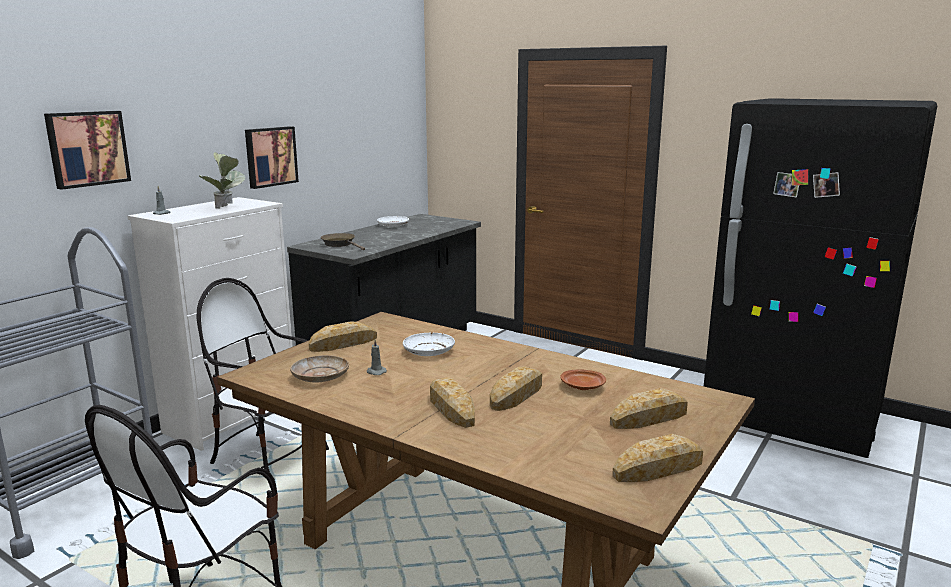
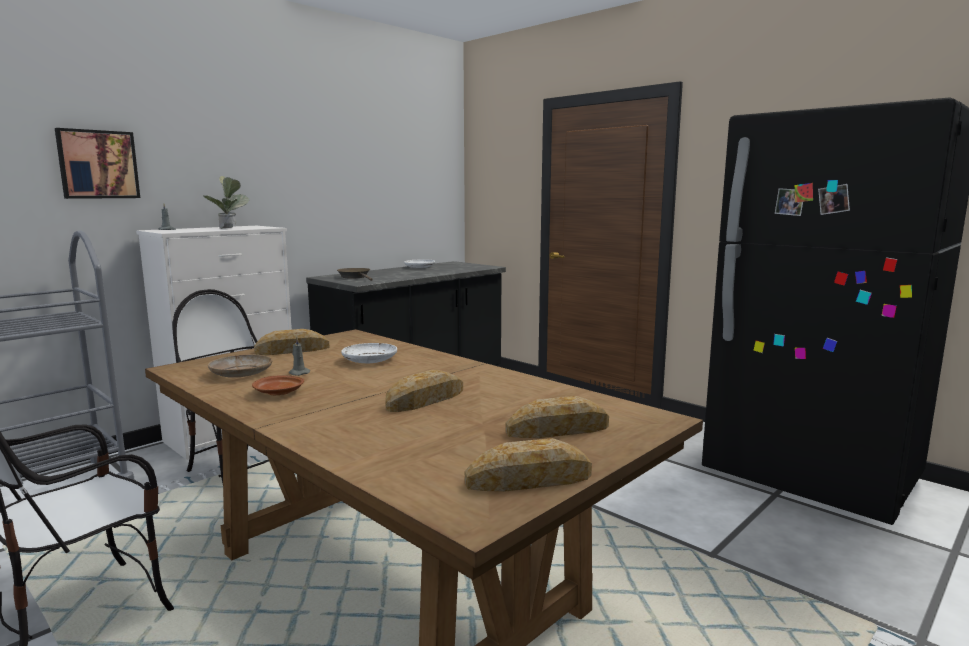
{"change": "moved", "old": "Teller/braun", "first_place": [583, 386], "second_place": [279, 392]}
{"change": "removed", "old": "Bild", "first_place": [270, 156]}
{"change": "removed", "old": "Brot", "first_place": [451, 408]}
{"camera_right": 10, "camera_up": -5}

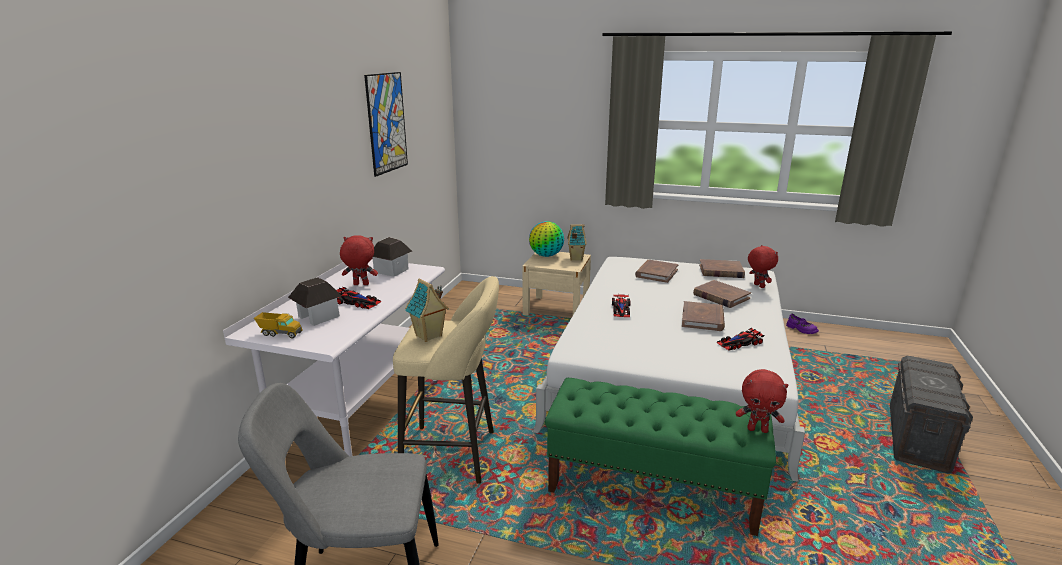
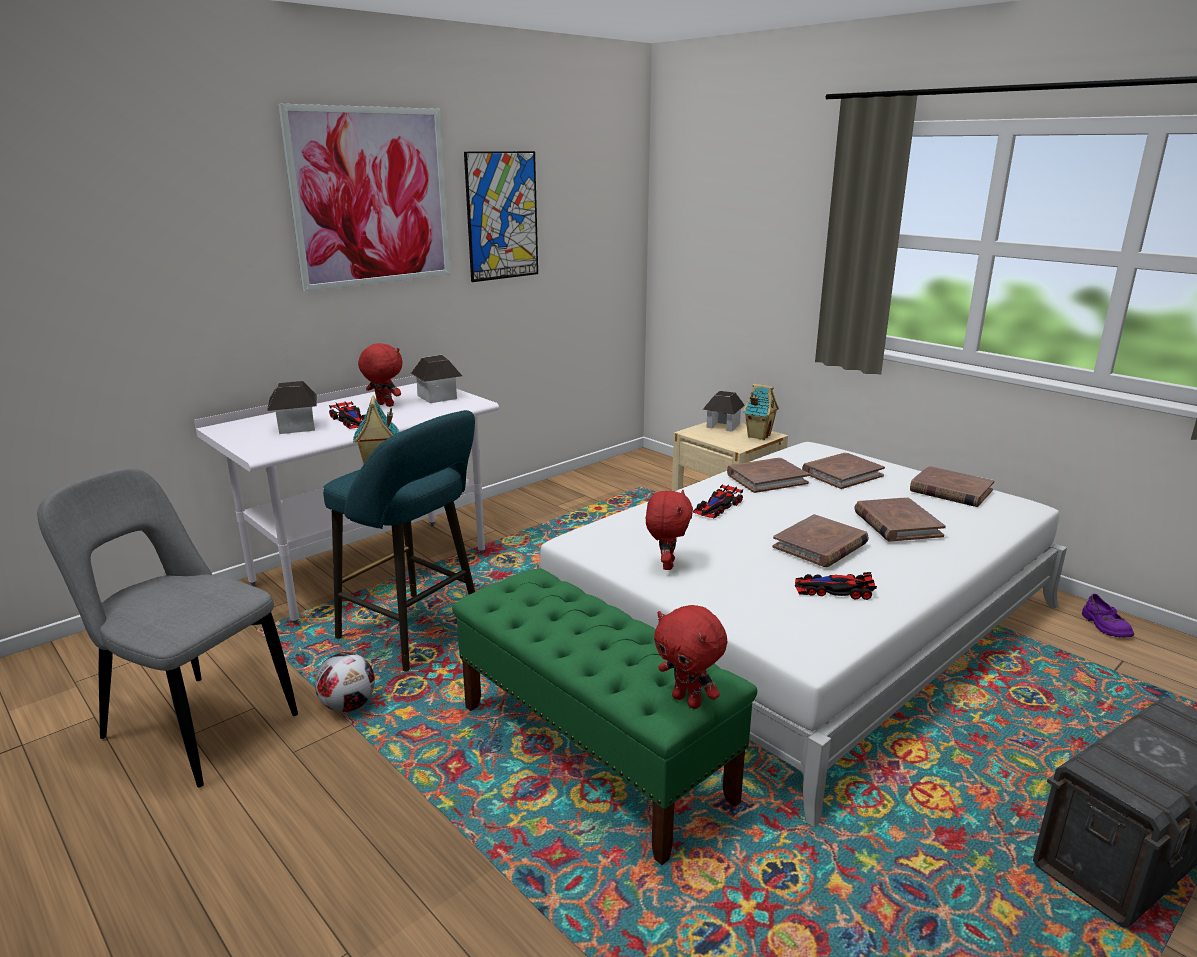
{"change": "added", "new": "Bild", "second_place": [371, 197]}
{"change": "added", "new": "Fußball", "second_place": [349, 705]}
{"change": "recoloured", "old": "Hocker/beige", "new": "Hocker/türkis", "first_place": [455, 454], "second_place": [416, 634]}
{"change": "moved", "old": "Plüschtier/rot", "first_place": [758, 286], "second_place": [666, 564]}
{"change": "replaced", "old": "Globus", "new": "Spielzeughaus", "first_place": [546, 255], "second_place": [722, 426]}
{"change": "added", "new": "Buch/braun", "second_place": [766, 478]}
{"change": "removed", "old": "Spielzeuglaster", "first_place": [280, 334]}
{"camera_right": 30, "camera_up": 0}

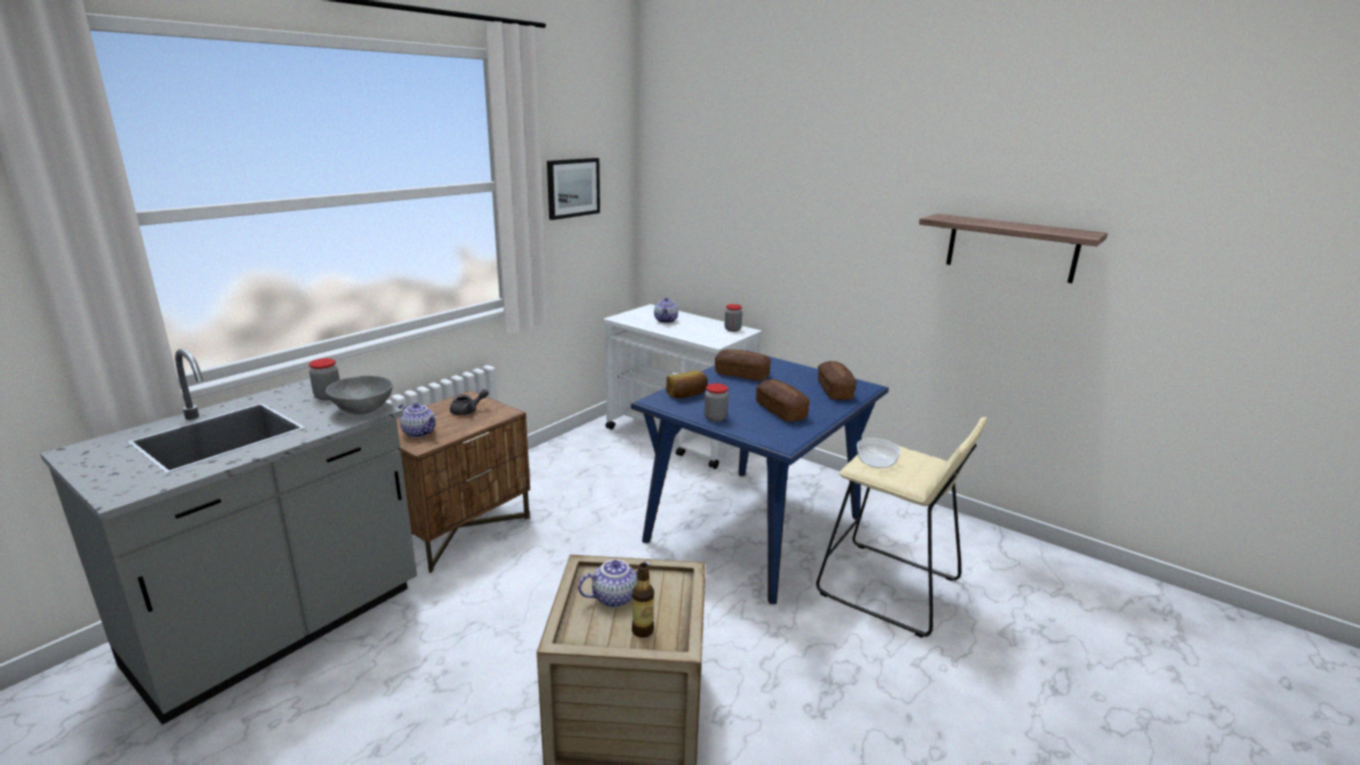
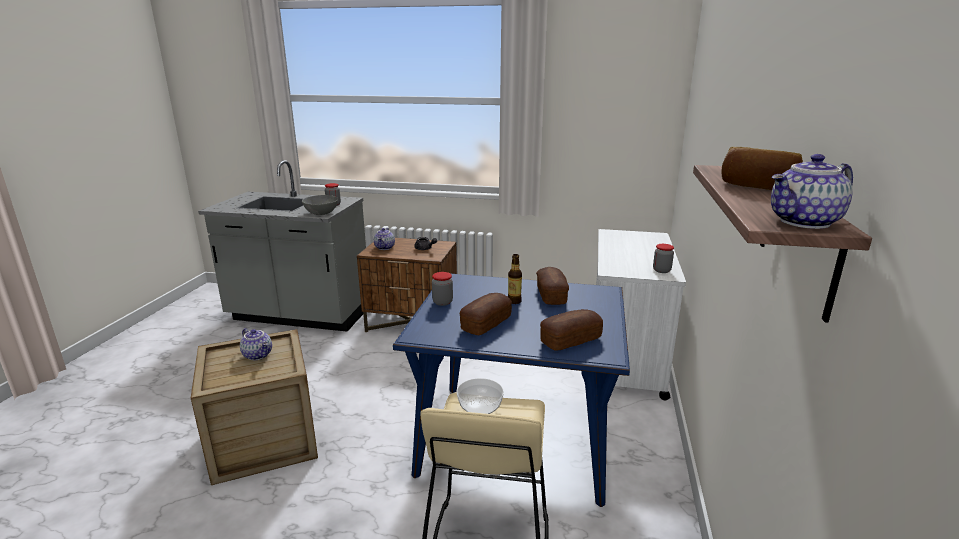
{"change": "moved", "old": "Flasche", "first_place": [642, 630], "second_place": [514, 301]}
{"change": "moved", "old": "Brot", "first_place": [687, 394], "second_place": [757, 187]}
{"change": "moved", "old": "Teekanne", "first_place": [666, 321], "second_place": [805, 222]}
{"change": "removed", "old": "Bild", "first_place": [573, 188]}
{"camera_right": 65, "camera_up": 0}

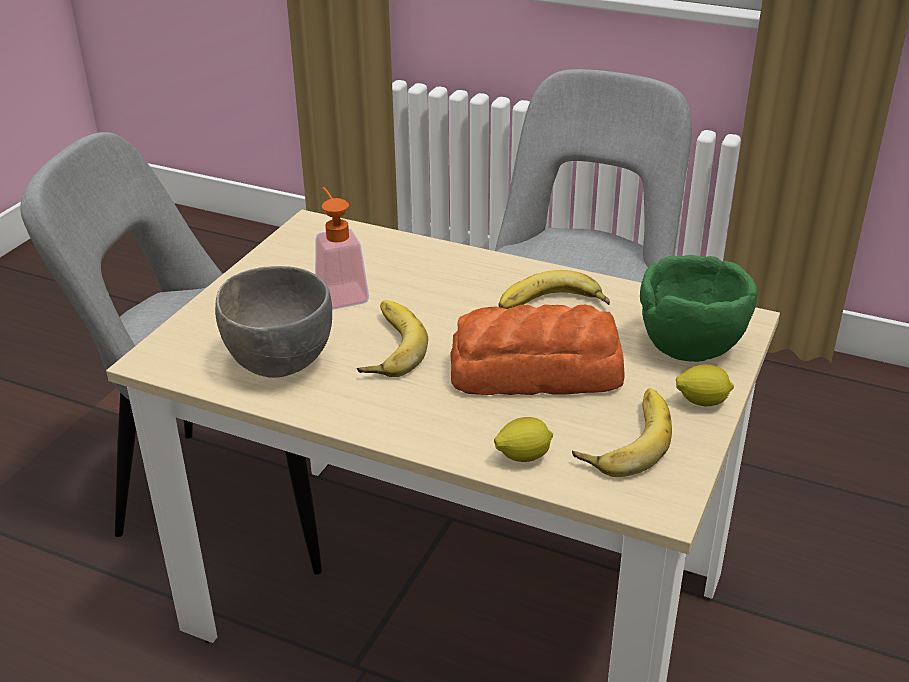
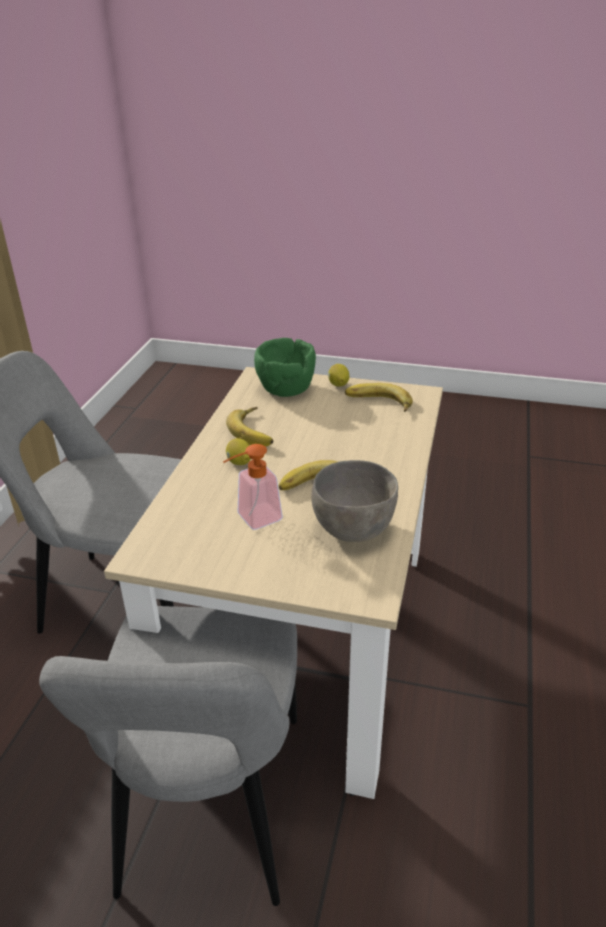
{"change": "moved", "old": "Zitrone", "first_place": [523, 456], "second_place": [239, 463]}
{"change": "removed", "old": "Brot", "first_place": [538, 372]}
{"camera_right": -100, "camera_up": 0}

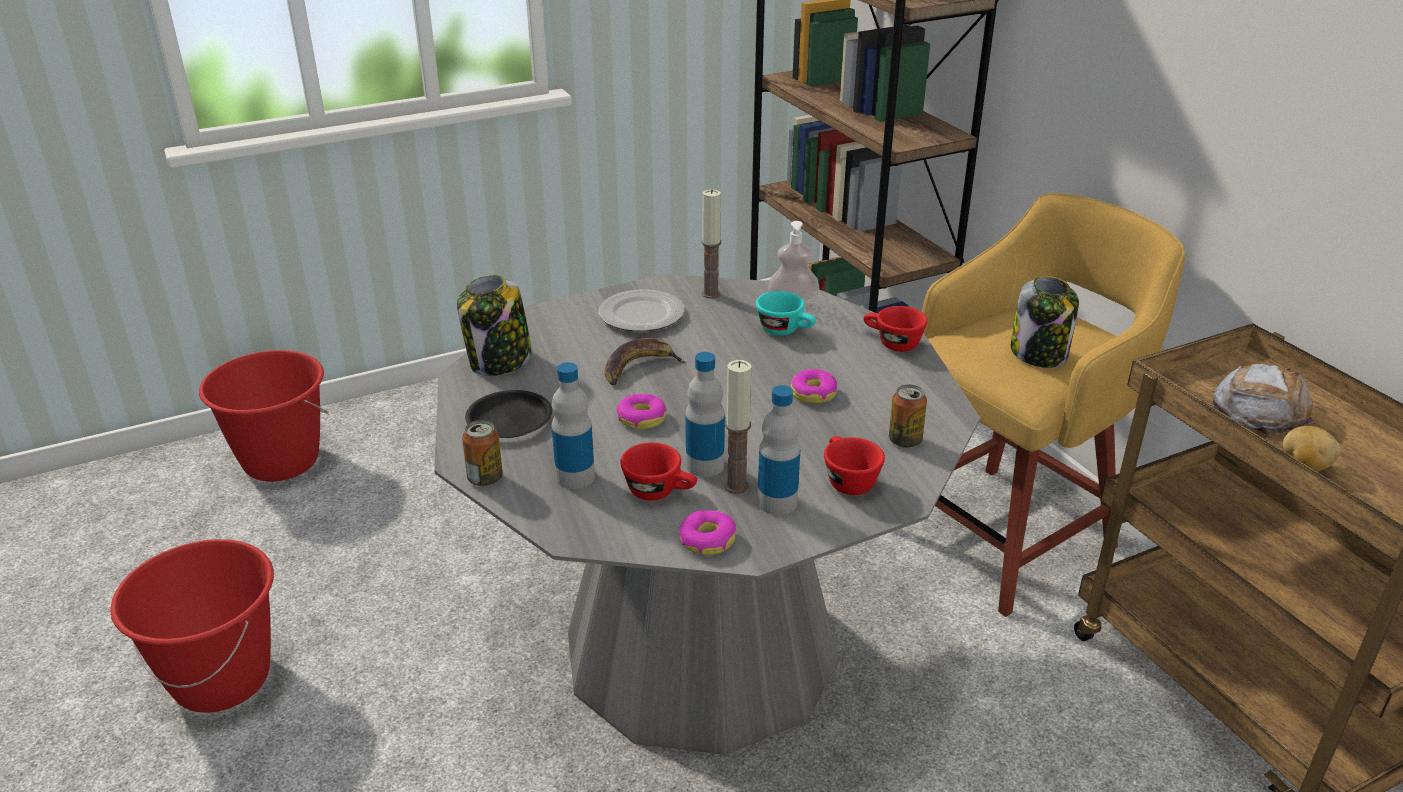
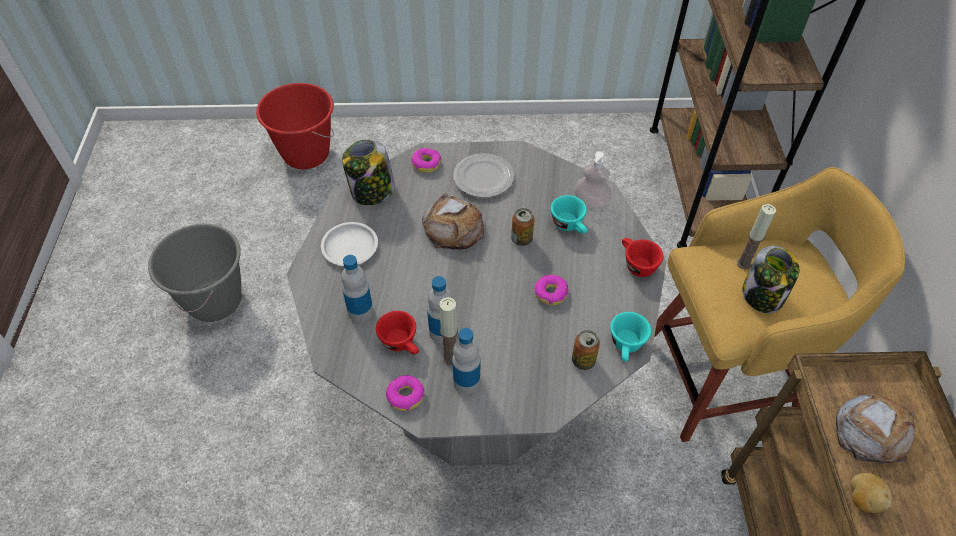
{"change": "recoloured", "old": "Eimer/rot", "new": "Eimer/grau", "first_place": [222, 679], "second_place": [215, 301]}
{"change": "recoloured", "old": "Teller/schwarz", "new": "Teller/weiß", "first_place": [510, 420], "second_place": [350, 247]}
{"change": "moved", "old": "Donut", "first_place": [641, 418], "second_place": [426, 164]}
{"change": "replaced", "old": "Banane", "new": "Brot", "first_place": [639, 367], "second_place": [453, 227]}
{"change": "moved", "old": "Dose", "first_place": [485, 478], "second_place": [521, 239]}
{"change": "added", "new": "Tasse/türkis", "second_place": [626, 347]}
{"change": "moved", "old": "Kerze", "first_place": [711, 294], "second_place": [744, 263]}
{"change": "removed", "old": "Tasse/rot", "first_place": [846, 480]}
{"camera_right": 25, "camera_up": 20}

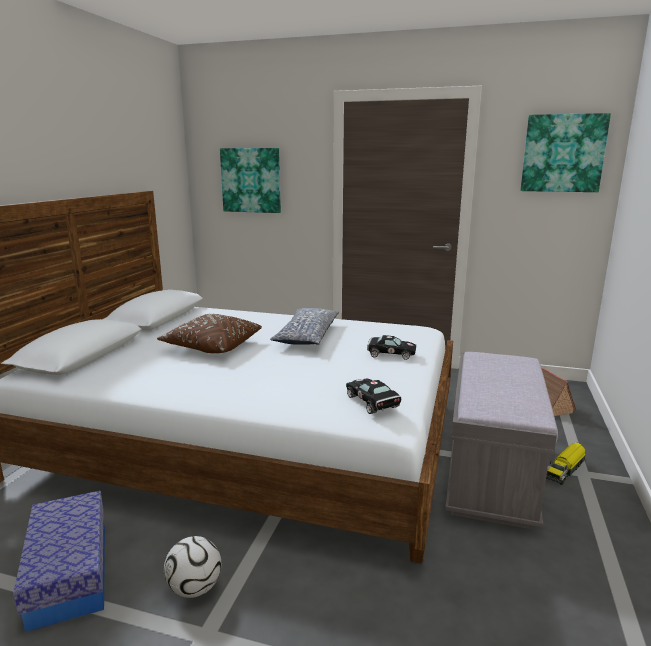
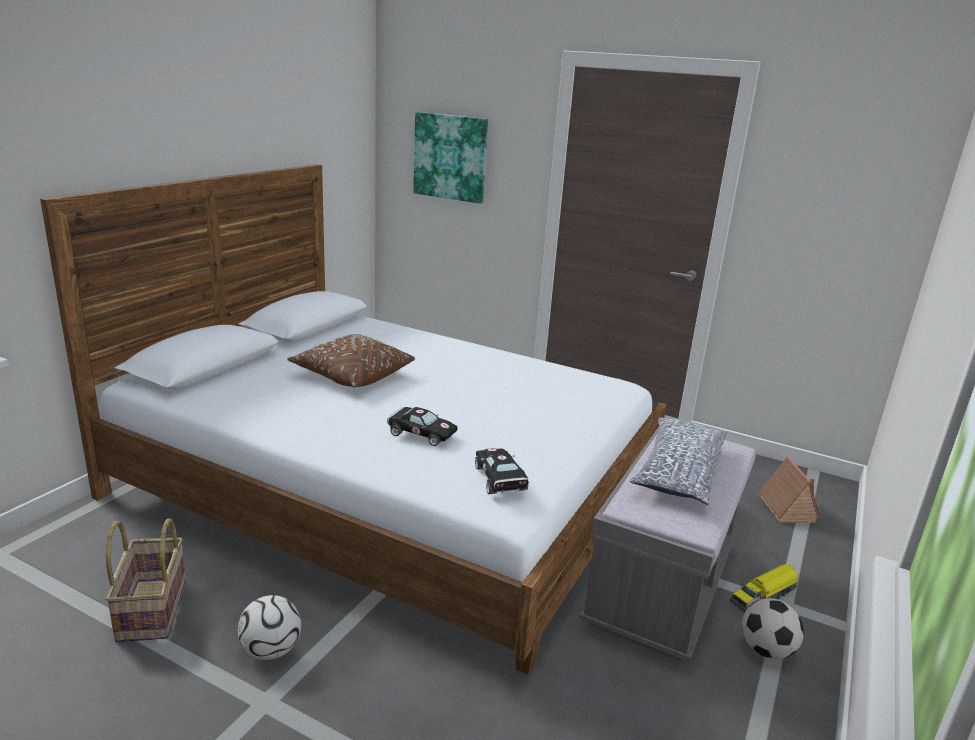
{"change": "replaced", "old": "Aufbewahrungsbox", "new": "Korb", "first_place": [69, 573], "second_place": [151, 609]}
{"change": "moved", "old": "Spielzeugauto/schwarz", "first_place": [389, 354], "second_place": [419, 433]}
{"change": "moved", "old": "Kissen", "first_place": [306, 336], "second_place": [678, 471]}
{"change": "added", "new": "Fußball", "second_place": [766, 650]}
{"change": "removed", "old": "Bild", "first_place": [563, 153]}
{"camera_right": 10, "camera_up": 5}

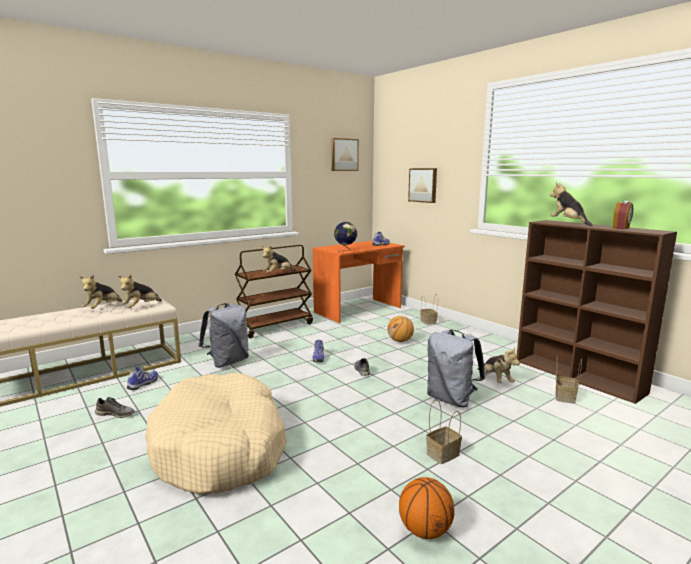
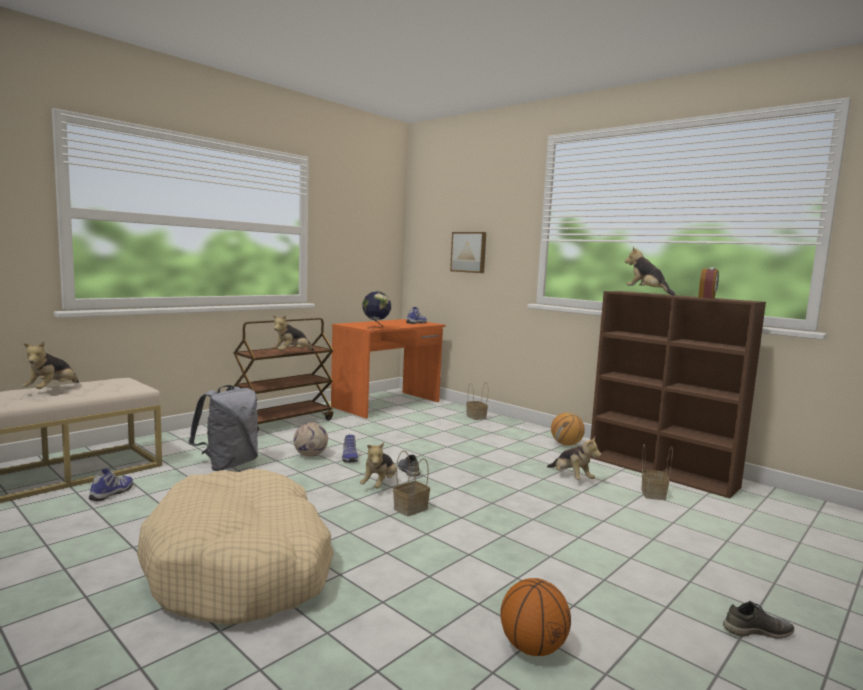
{"change": "added", "new": "Fußball", "second_place": [311, 455]}
{"change": "moved", "old": "Plüschtier", "first_place": [141, 307], "second_place": [379, 485]}
{"change": "moved", "old": "Korb", "first_place": [443, 453], "second_place": [411, 508]}
{"change": "moved", "old": "Basketball", "first_place": [400, 341], "second_place": [566, 444]}
{"change": "moved", "old": "Schuh/grau", "first_place": [116, 414], "second_place": [756, 631]}
{"change": "removed", "old": "Bild", "first_place": [344, 155]}
{"change": "removed", "old": "Rucksack/grau", "first_place": [451, 399]}
{"camera_right": -10, "camera_up": -5}

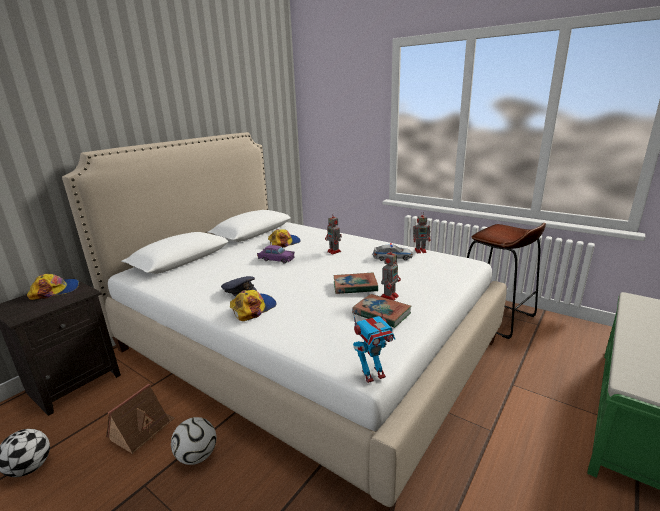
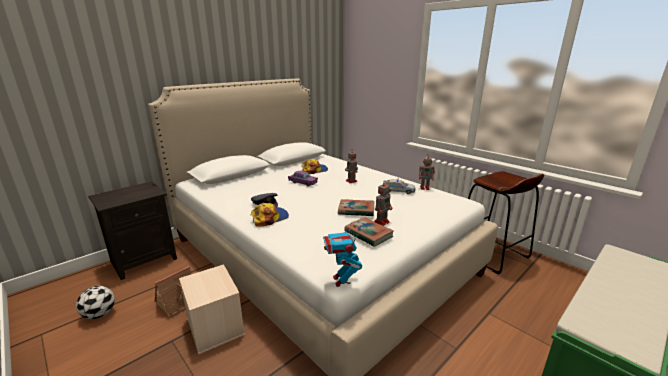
{"change": "replaced", "old": "Fußball", "new": "Aufbewahrungsbox/beige", "first_place": [197, 456], "second_place": [214, 326]}
{"change": "turned", "old": "Spielzeugroboter", "first_place": [372, 374], "second_place": [341, 280], "degrees": 90}
{"change": "removed", "old": "Kappe", "first_place": [55, 290]}
{"camera_right": 10, "camera_up": 0}

